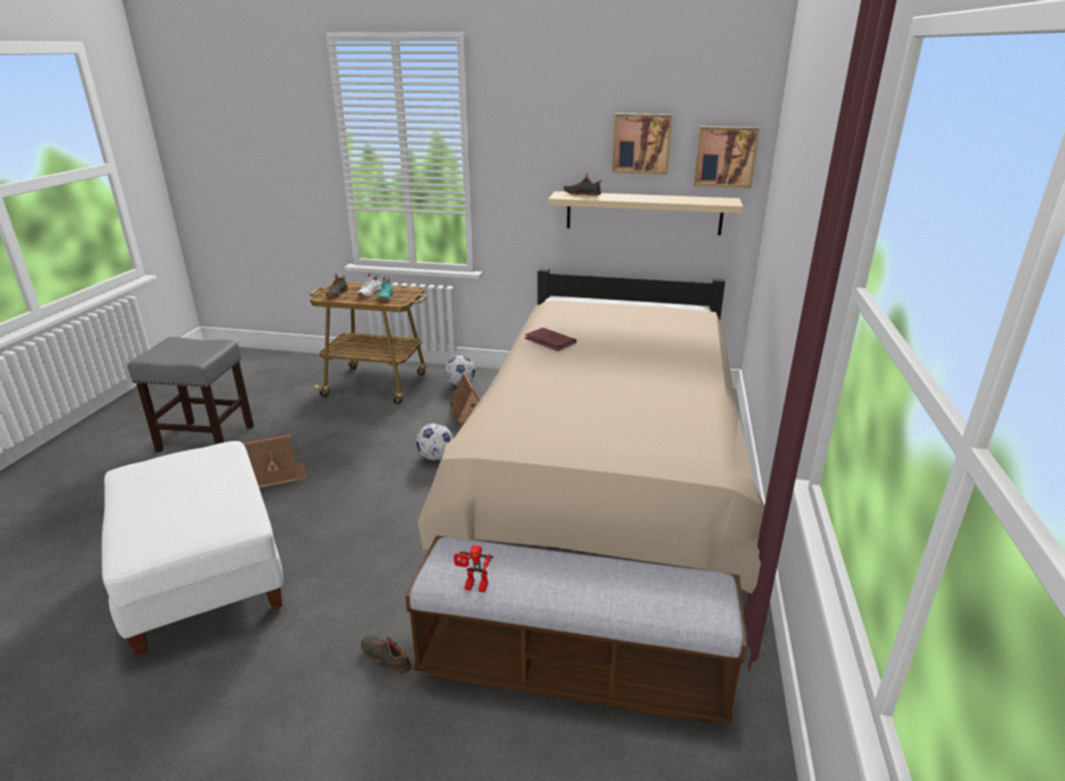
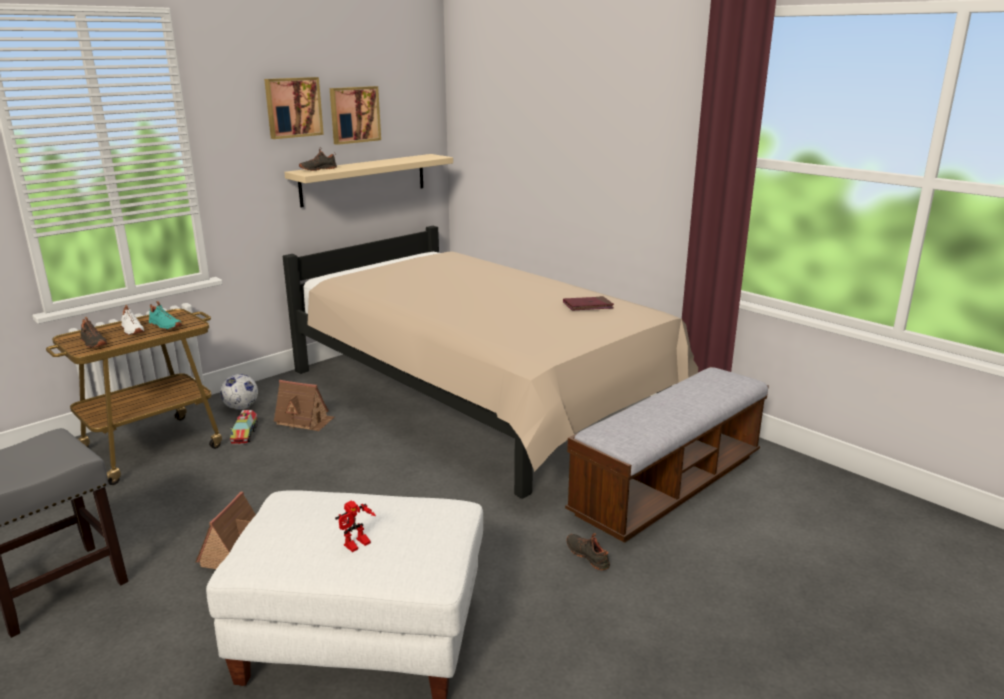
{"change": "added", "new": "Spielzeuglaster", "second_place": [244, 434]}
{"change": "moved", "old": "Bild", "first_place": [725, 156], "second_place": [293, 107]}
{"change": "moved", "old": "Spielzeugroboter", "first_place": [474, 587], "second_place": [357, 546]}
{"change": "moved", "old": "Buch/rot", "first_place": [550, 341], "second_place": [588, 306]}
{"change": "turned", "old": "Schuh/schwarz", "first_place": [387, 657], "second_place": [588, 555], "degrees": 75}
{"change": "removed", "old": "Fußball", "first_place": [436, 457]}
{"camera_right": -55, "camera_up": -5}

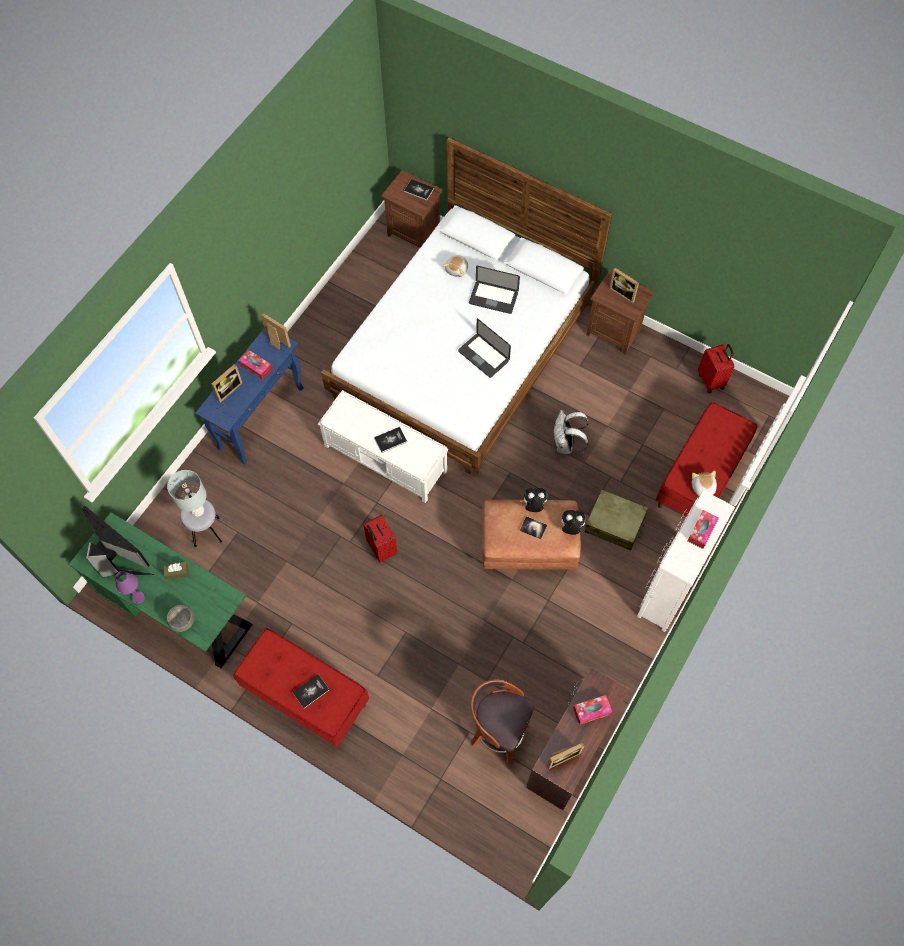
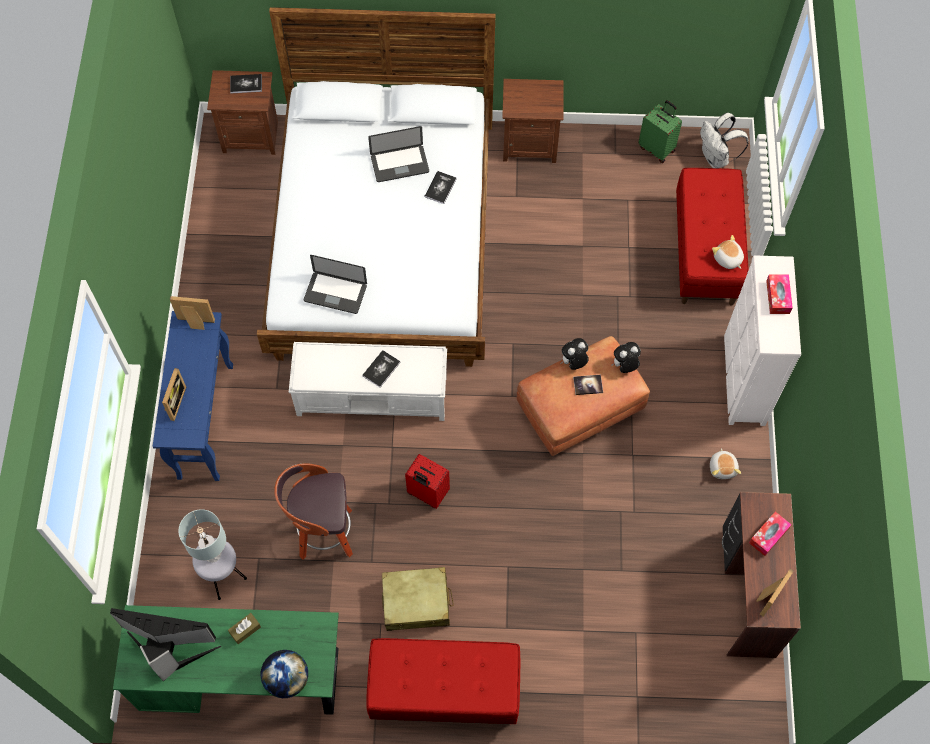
{"change": "replaced", "old": "Schüssel/grau", "new": "Globus", "first_place": [183, 621], "second_place": [287, 679]}
{"change": "moved", "old": "Hocker", "first_place": [498, 734], "second_place": [323, 534]}
{"change": "moved", "old": "Laptop", "first_place": [483, 356], "second_place": [335, 293]}
{"change": "moved", "old": "Koffer/beige", "first_place": [615, 524], "second_place": [416, 603]}
{"change": "moved", "old": "Buch", "first_place": [311, 691], "second_place": [440, 188]}
{"change": "recoloured", "old": "Koffer/rot", "new": "Koffer/grün", "first_place": [711, 380], "second_place": [657, 148]}
{"change": "moved", "old": "Rucksack/weiß", "first_place": [566, 444], "second_place": [716, 158]}
{"change": "moved", "old": "Plüschtier", "first_place": [457, 269], "second_place": [723, 467]}
{"change": "removed", "old": "Tischlampe/lila", "first_place": [138, 598]}
{"change": "removed", "old": "Taschentuchbox", "first_place": [256, 367]}
{"change": "removed", "old": "Bilderrahmen", "first_place": [623, 293]}
{"camera_right": -30, "camera_up": 0}

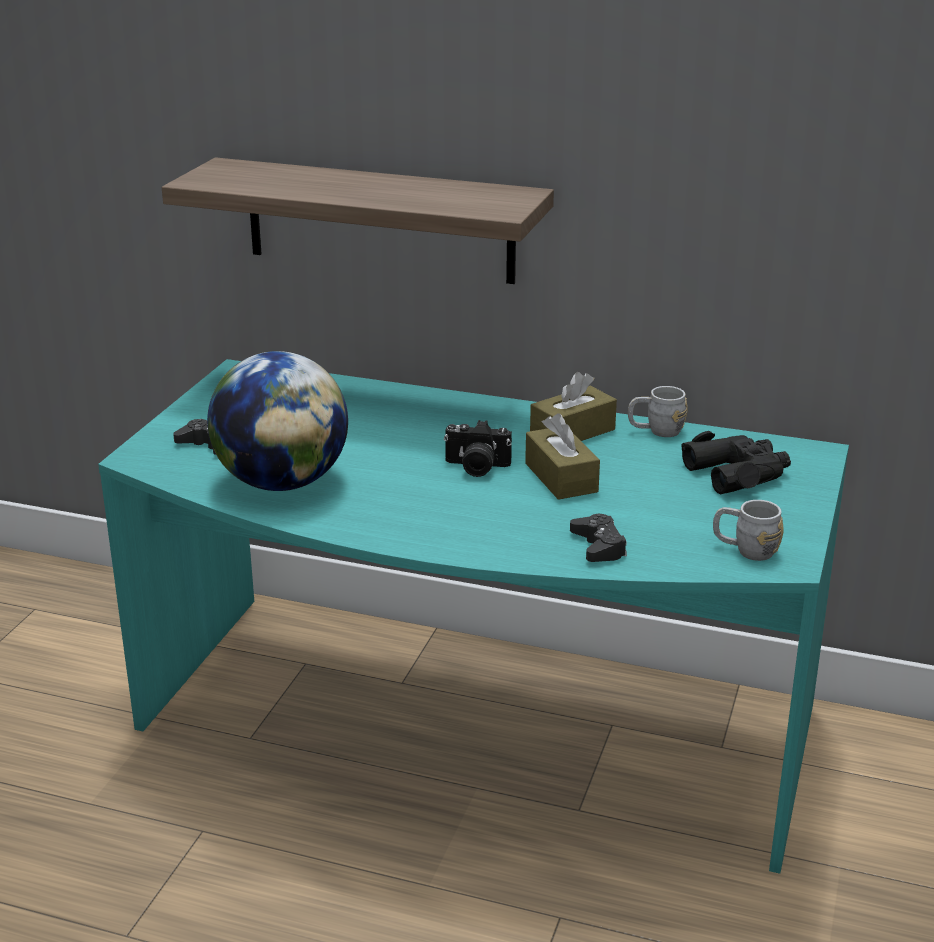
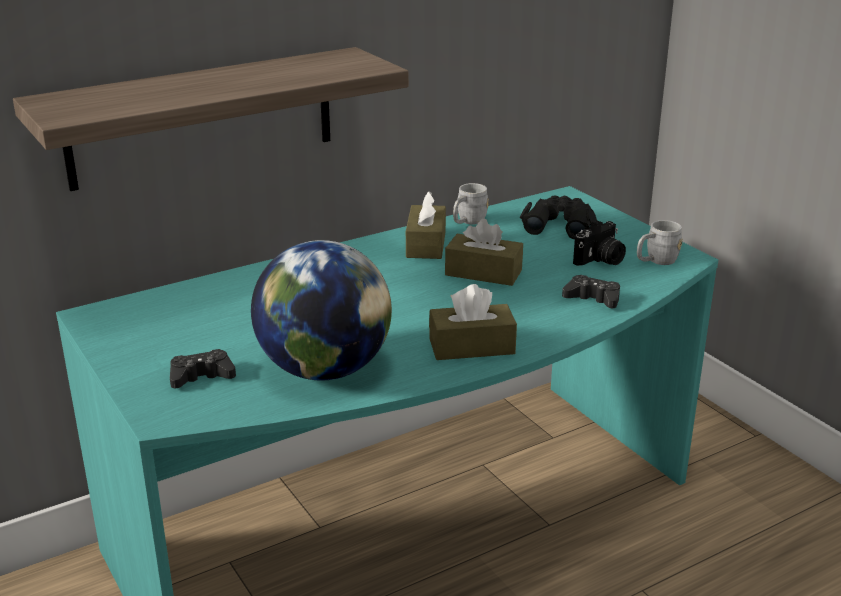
{"change": "added", "new": "Taschentuchbox/braun", "second_place": [471, 346]}
{"change": "moved", "old": "Kamera", "first_place": [476, 467], "second_place": [600, 260]}
{"camera_right": -50, "camera_up": 0}

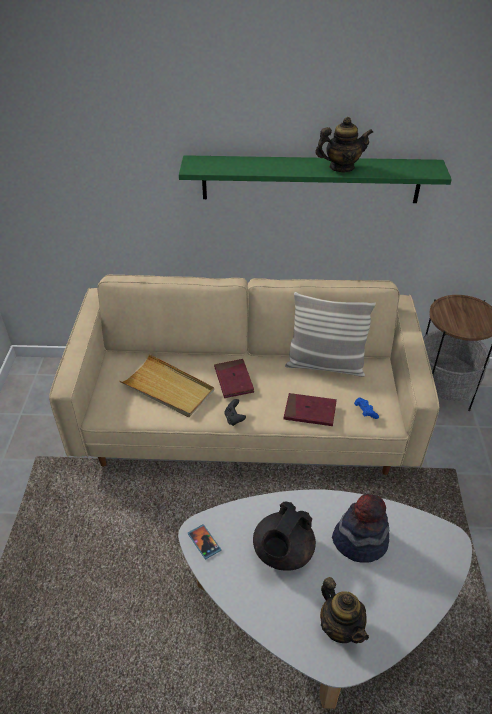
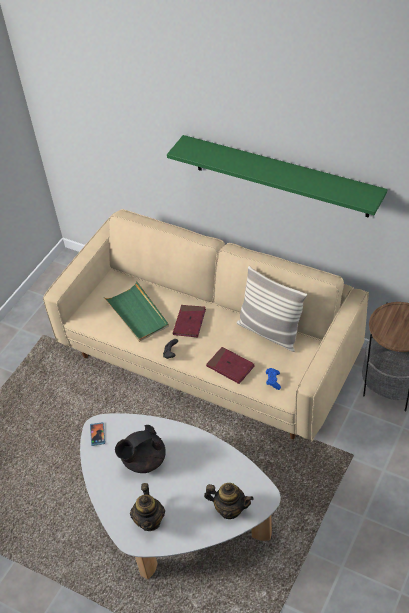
{"change": "recoloured", "old": "Tablett/beige", "new": "Tablett/grün", "first_place": [168, 388], "second_place": [137, 314]}
{"change": "moved", "old": "Teekanne", "first_place": [341, 167], "second_place": [230, 509]}
{"change": "removed", "old": "Hut", "first_place": [360, 540]}
{"camera_right": 30, "camera_up": 5}

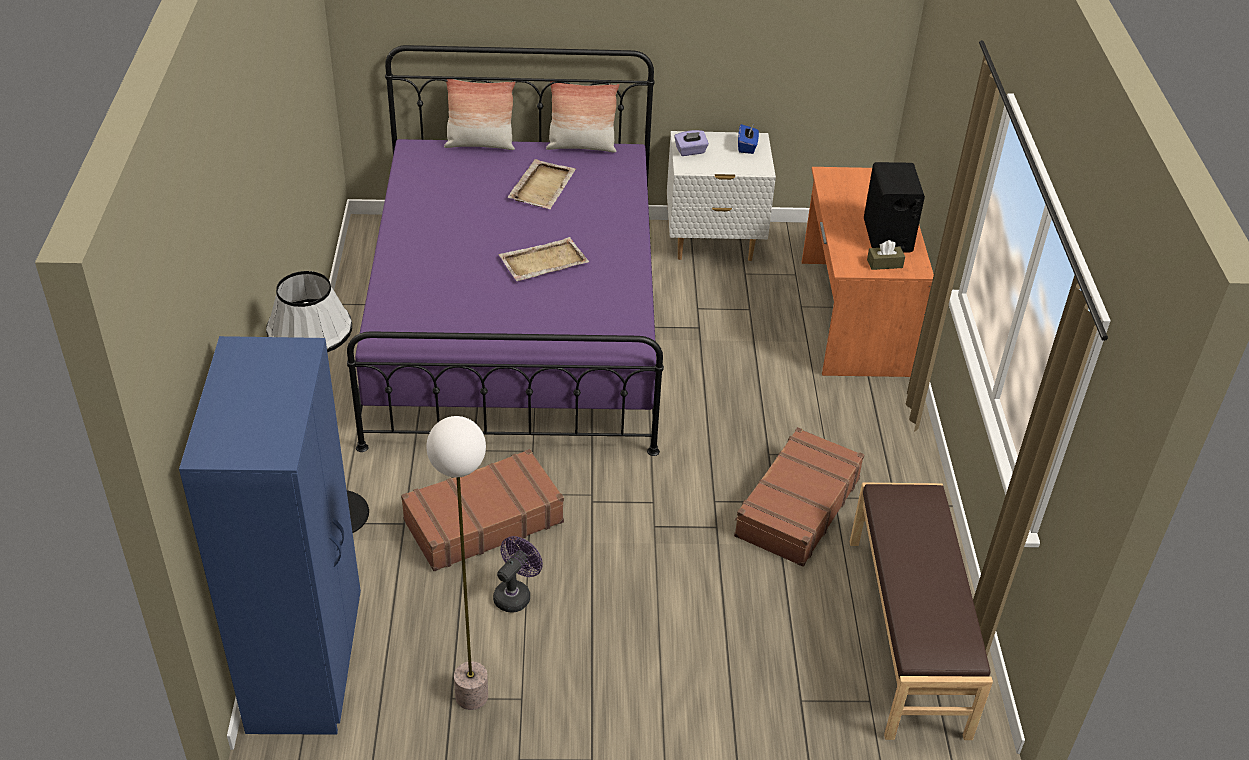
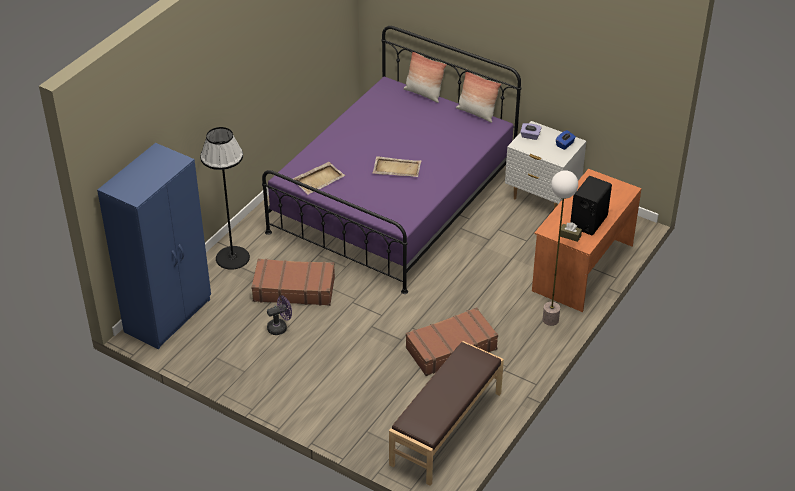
{"change": "moved", "old": "Tablett/beige", "first_place": [542, 186], "second_place": [319, 179]}
{"change": "moved", "old": "Stehlampe", "first_place": [471, 696], "second_place": [550, 319]}
{"camera_right": 35, "camera_up": 0}

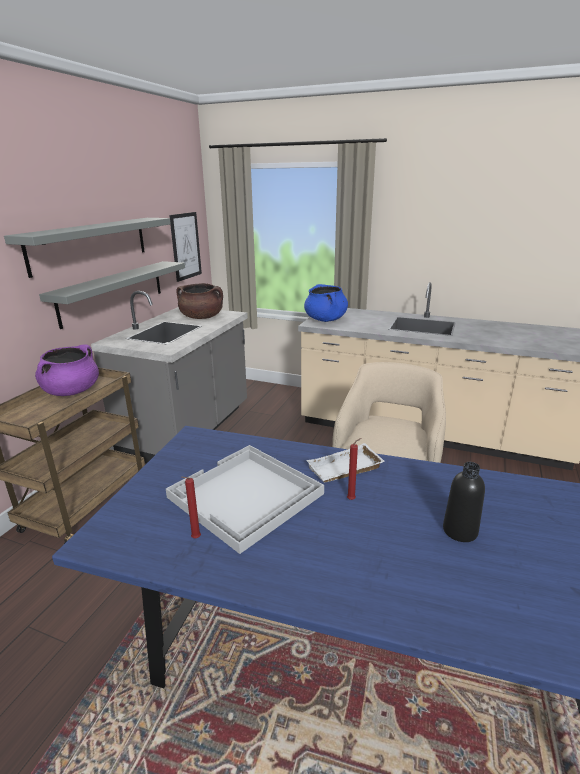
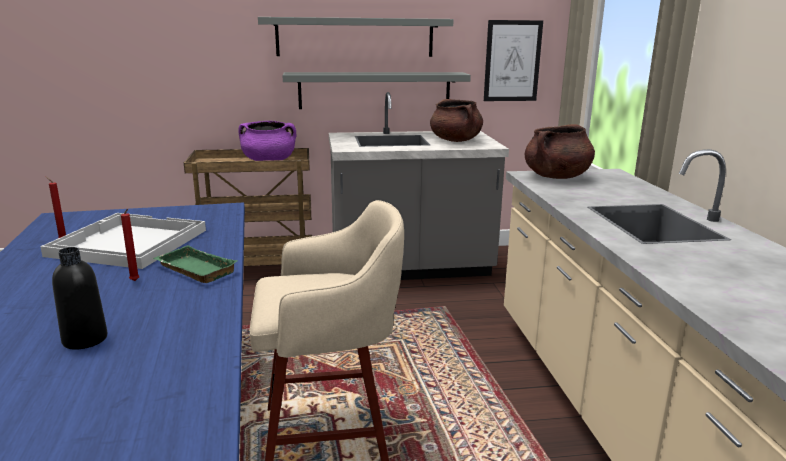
{"change": "recoloured", "old": "Tablett/weiß", "new": "Tablett/grün", "first_place": [345, 470], "second_place": [193, 270]}
{"change": "recoloured", "old": "Kochtopf/blau", "new": "Kochtopf/braun", "first_place": [325, 320], "second_place": [556, 177]}
{"camera_right": 60, "camera_up": -5}

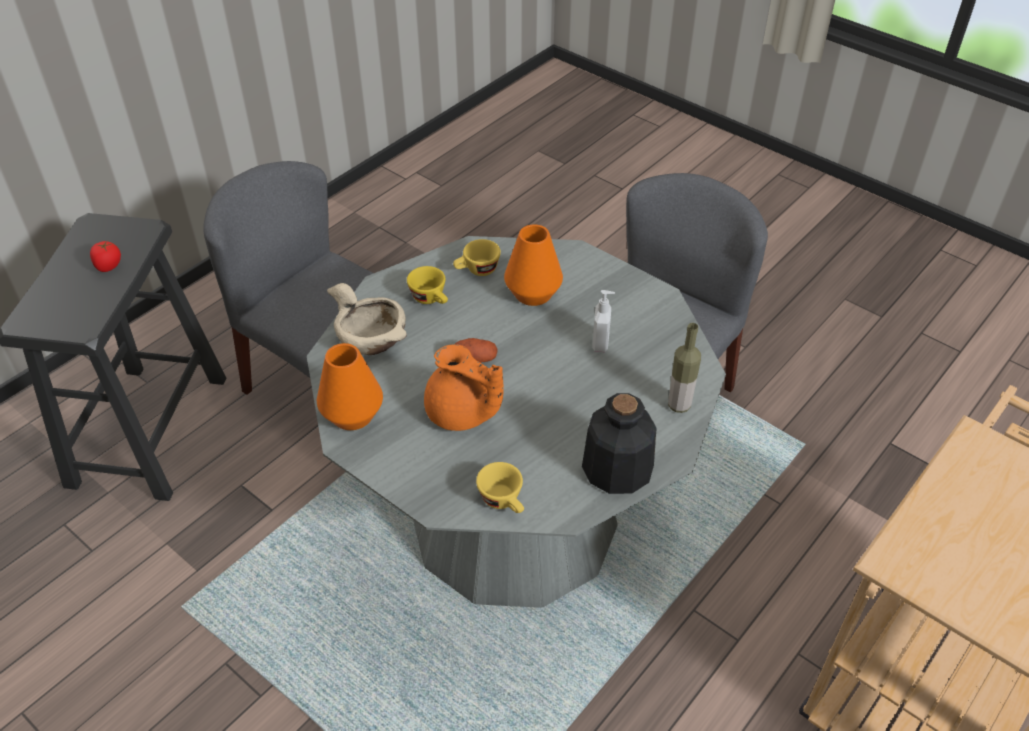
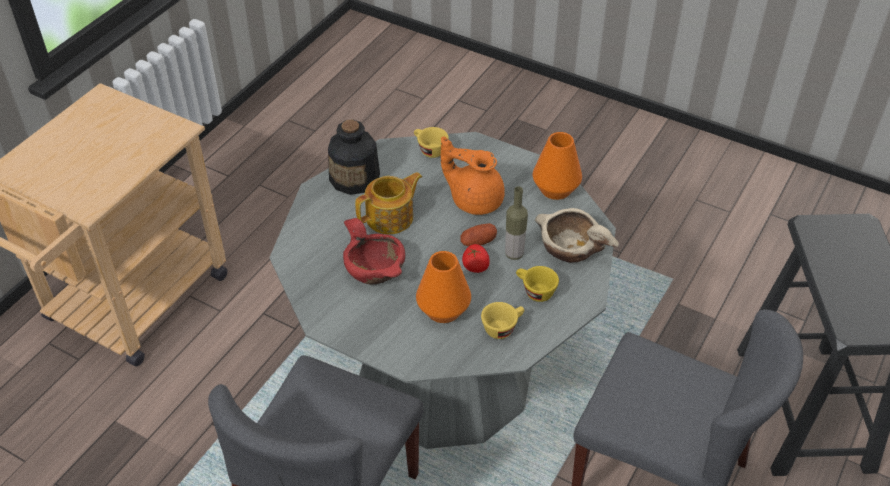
{"change": "replaced", "old": "Seifenspender", "new": "Schüssel/rot", "first_place": [601, 343], "second_place": [375, 269]}
{"change": "added", "new": "Teekanne", "second_place": [391, 217]}
{"change": "moved", "old": "Tomate", "first_place": [108, 266], "second_place": [475, 267]}
{"change": "moved", "old": "Flasche", "first_place": [679, 405], "second_place": [514, 254]}
{"camera_right": 170, "camera_up": 0}

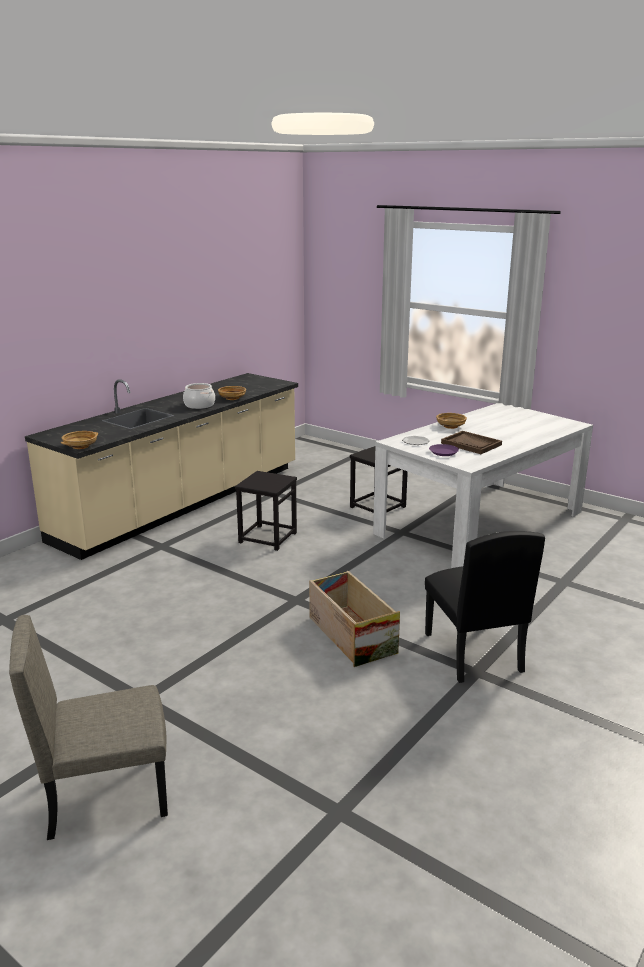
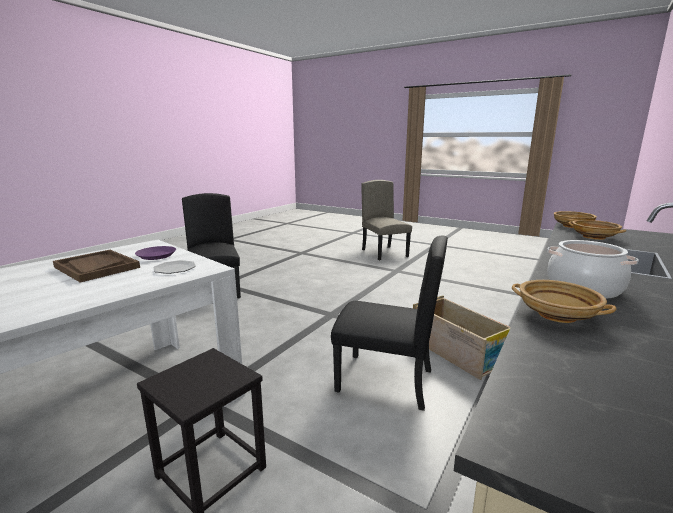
{"change": "replaced", "old": "Hocker/schwarz", "new": "Stuhl/schwarz", "first_place": [267, 537], "second_place": [385, 381]}
{"change": "turned", "old": "Stuhl/beige", "first_place": [107, 794], "second_place": [384, 253], "degrees": -90}
{"change": "moved", "old": "Kiste", "first_place": [350, 634], "second_place": [457, 352]}
{"change": "moved", "old": "Schüssel/beige", "first_place": [450, 426], "second_place": [594, 237]}
{"camera_right": 175, "camera_up": -5}

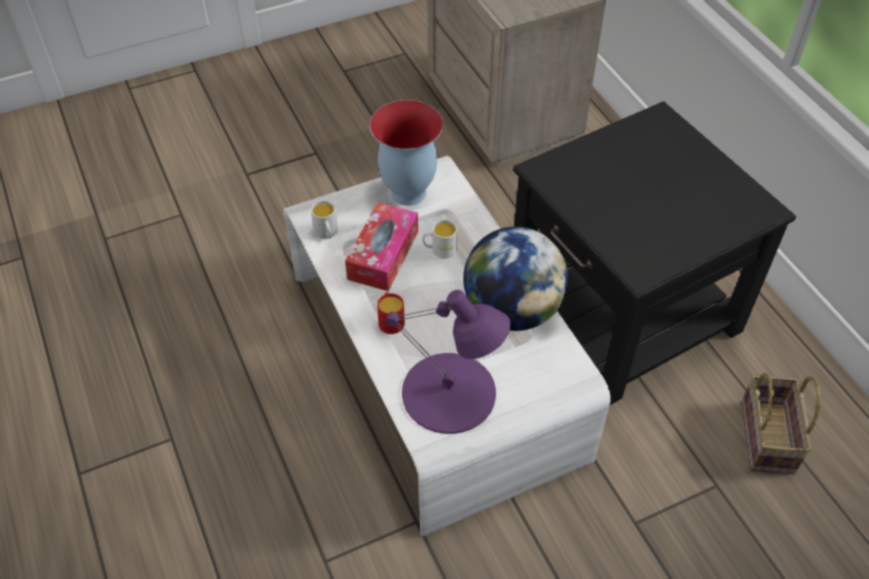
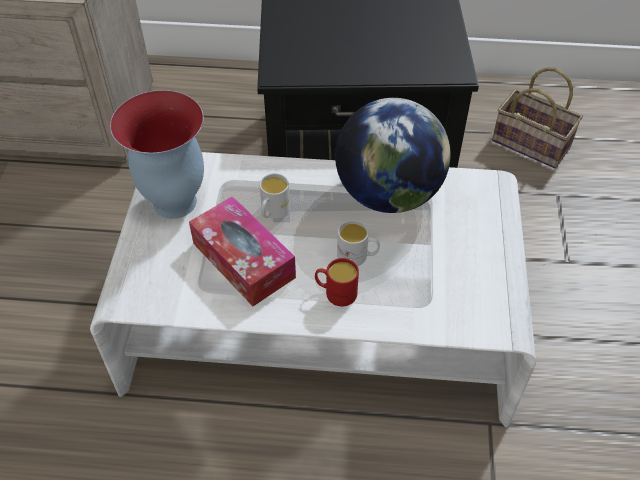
{"change": "moved", "old": "Henkelbecher/weiß", "first_place": [327, 233], "second_place": [357, 256]}
{"change": "removed", "old": "Tischlampe/lila", "first_place": [450, 394]}
{"camera_right": -60, "camera_up": 0}

